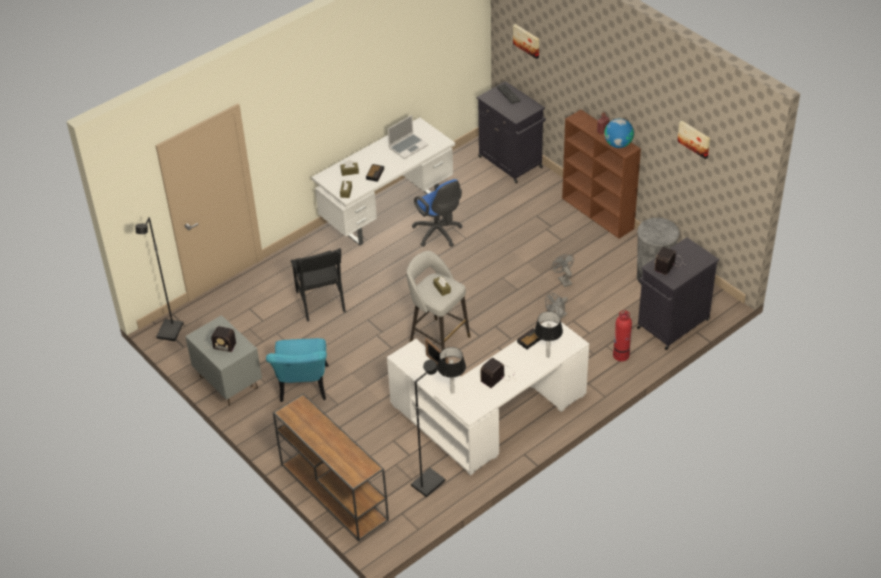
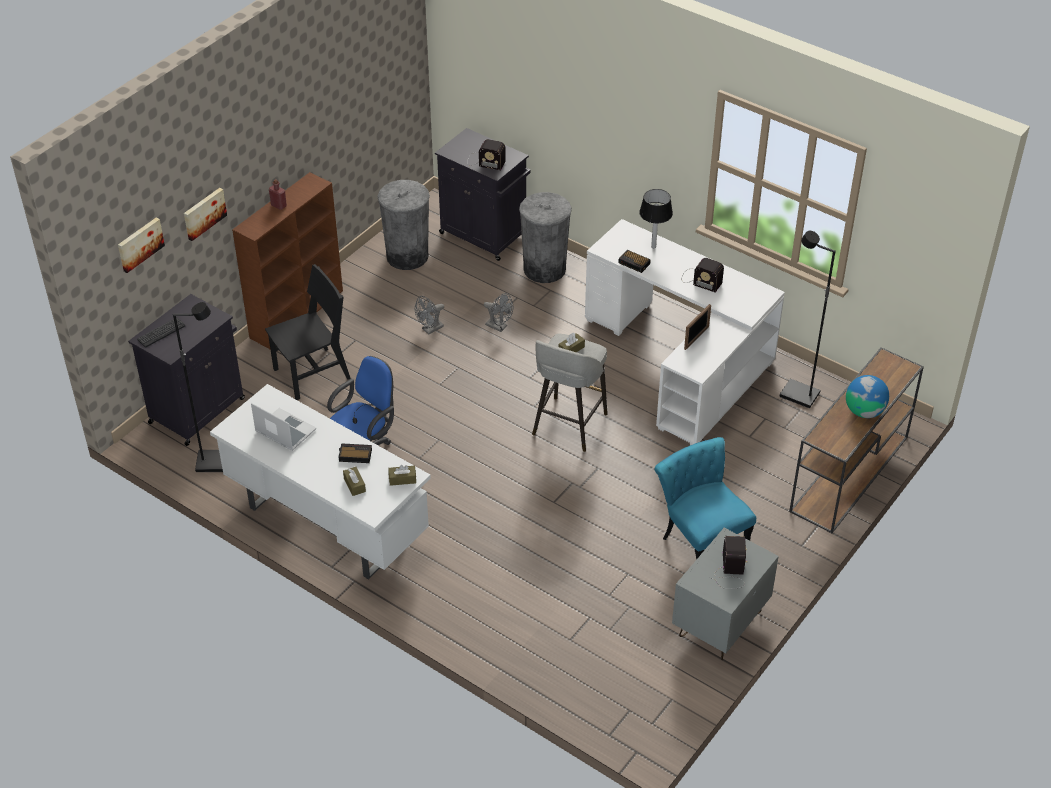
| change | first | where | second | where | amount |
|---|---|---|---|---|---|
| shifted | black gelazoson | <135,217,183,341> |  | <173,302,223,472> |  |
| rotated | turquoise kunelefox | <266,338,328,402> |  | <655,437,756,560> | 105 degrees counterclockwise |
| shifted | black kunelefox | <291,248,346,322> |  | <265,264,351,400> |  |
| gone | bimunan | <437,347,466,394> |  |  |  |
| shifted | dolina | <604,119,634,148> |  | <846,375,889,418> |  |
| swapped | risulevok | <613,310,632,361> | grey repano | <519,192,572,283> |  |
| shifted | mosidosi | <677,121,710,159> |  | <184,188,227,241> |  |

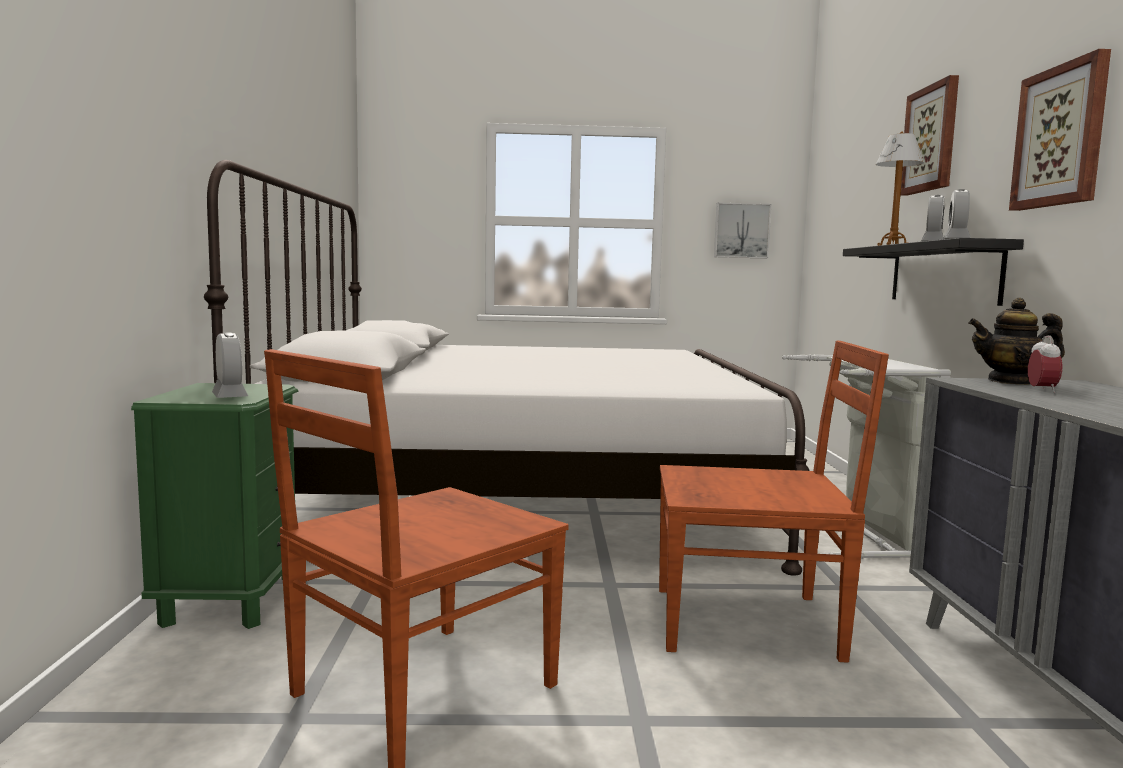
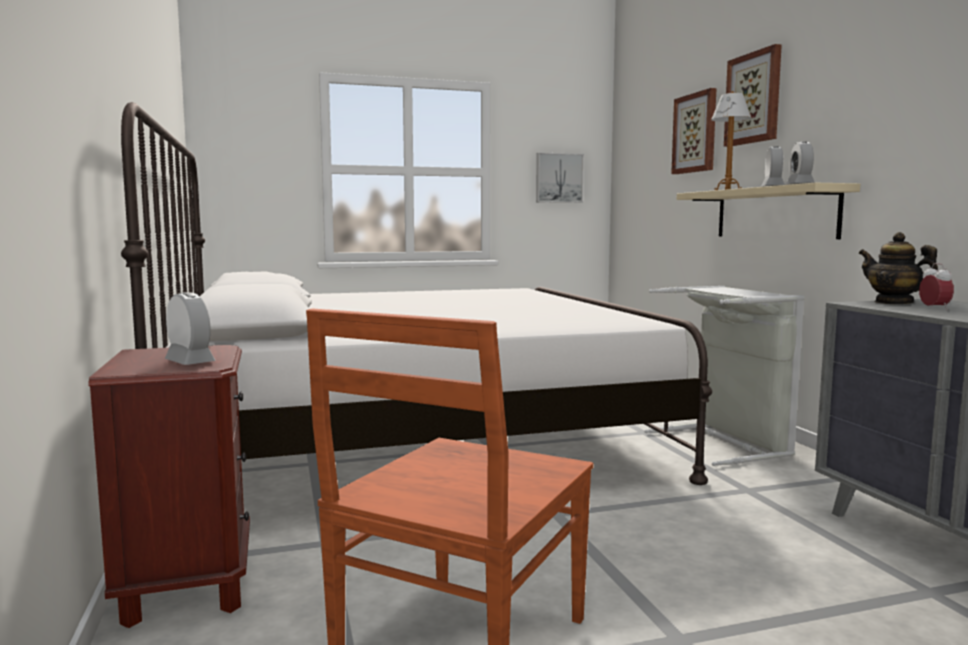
| change | first | where | second | where | amount |
|---|---|---|---|---|---|
| repainted | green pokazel | <131,383,298,629> | brown pokazel | <88,345,250,628> |  |
| gone | brown kunelefox | <659,341,889,663> |  |  |  |
| repainted | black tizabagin | <843,238,1024,306> | beige tizabagin | <677,183,860,239> |  |
| rotated | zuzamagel | <968,298,1065,385> |  | <858,232,938,304> | 60 degrees clockwise |
| shifted | mosidosi | <1009,49,1111,211> |  | <671,88,716,174> |  |

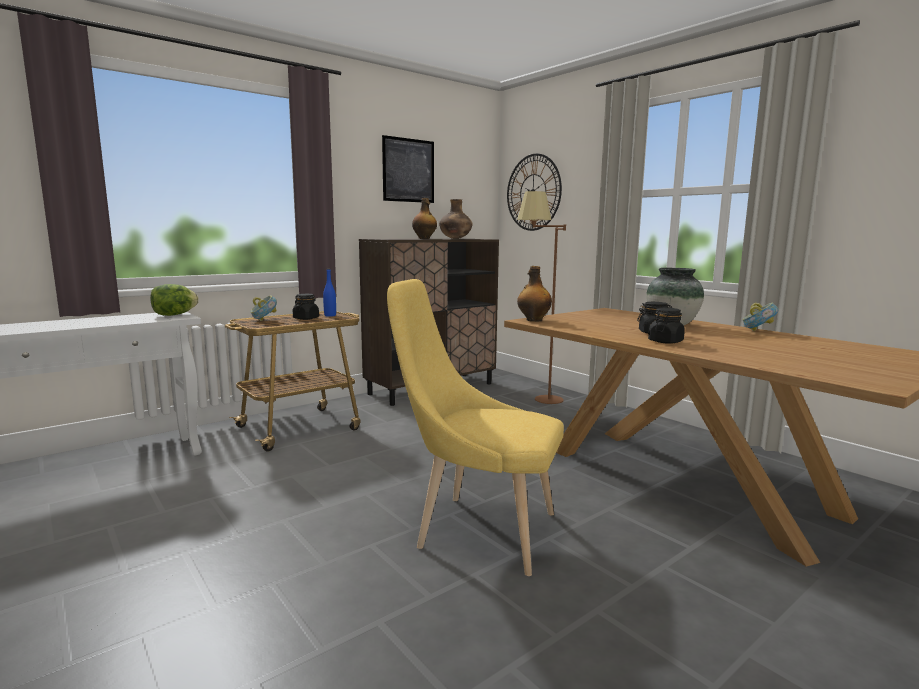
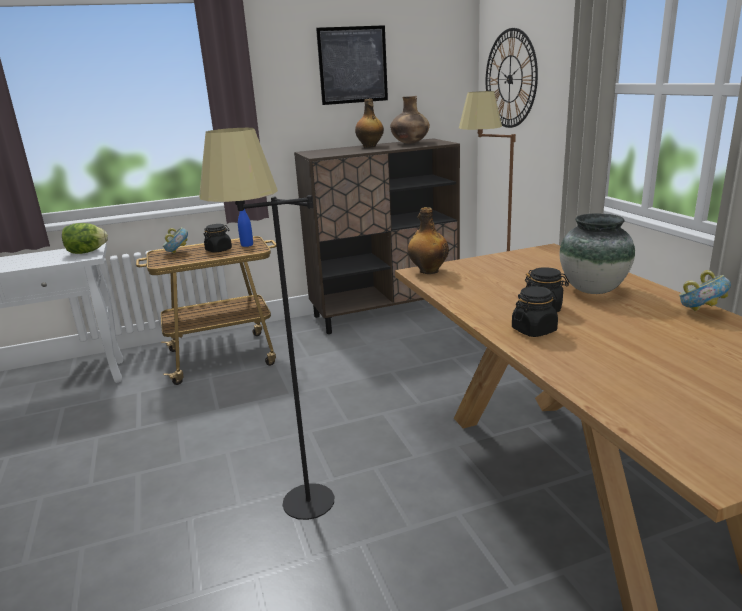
| change | first | where | second | where | amount |
|---|---|---|---|---|---|
| swapped | yellow kunelefox | <387,279,564,576> | black gelazoson | <199,128,334,520> |  |

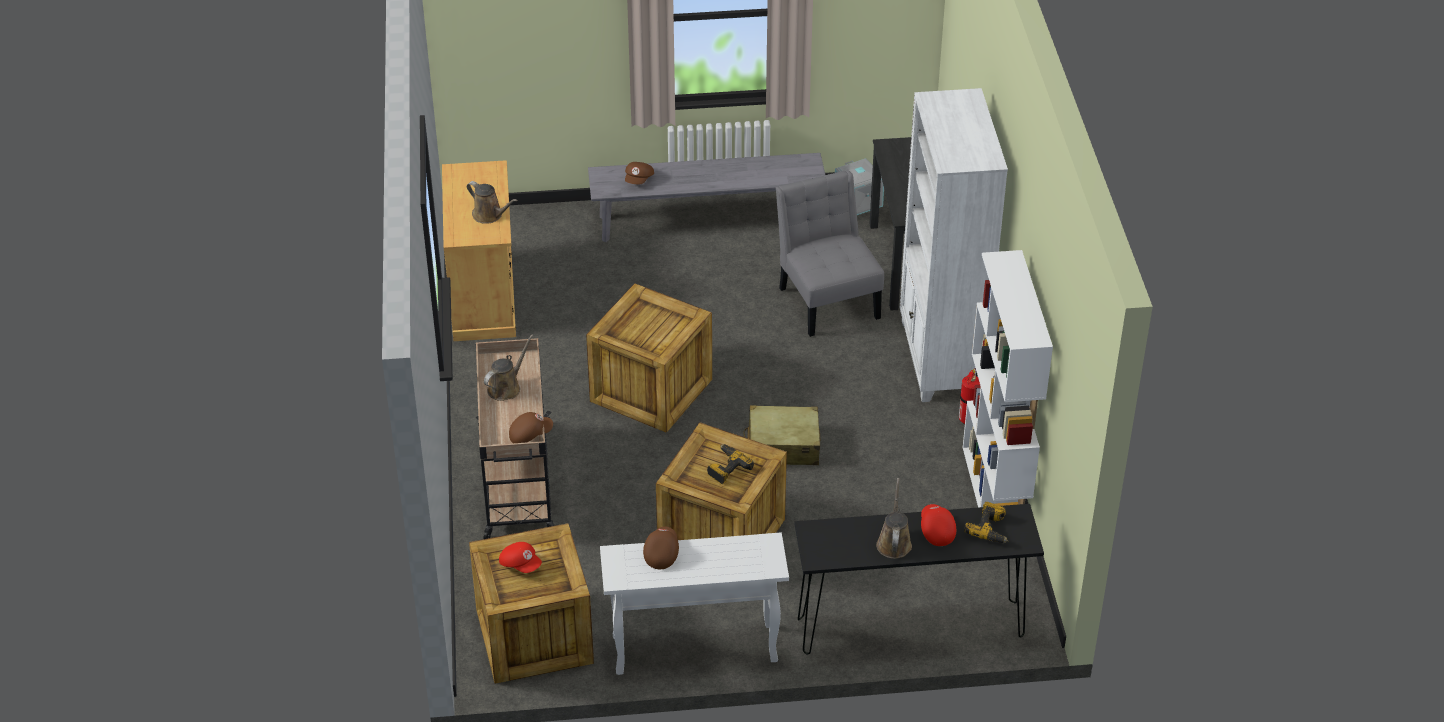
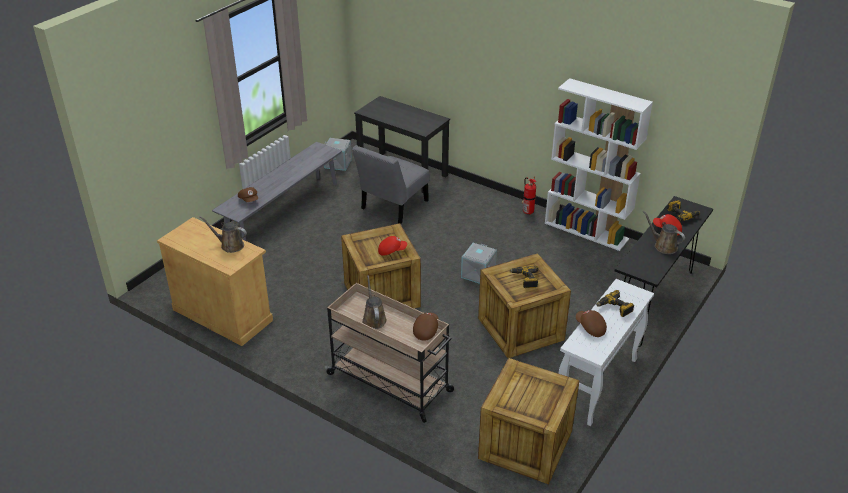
| change | first | where | second | where | amount |
|---|---|---|---|---|---|
| rotated | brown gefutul | <467,181,518,224> |  | <200,216,247,253> | 150 degrees counterclockwise |
| shifted | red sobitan | <499,542,542,573> |  | <378,236,407,256> |  |
| swapped | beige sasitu | <744,405,821,465> | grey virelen | <461,243,497,284> |  |
| rotated | grey kunelefox | <776,170,884,337> |  | <352,145,429,224> | 75 degrees counterclockwise |
| gone | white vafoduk | <900,88,1008,402> |  |  |  |
| new |  |  | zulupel | <596,290,634,317> |  |

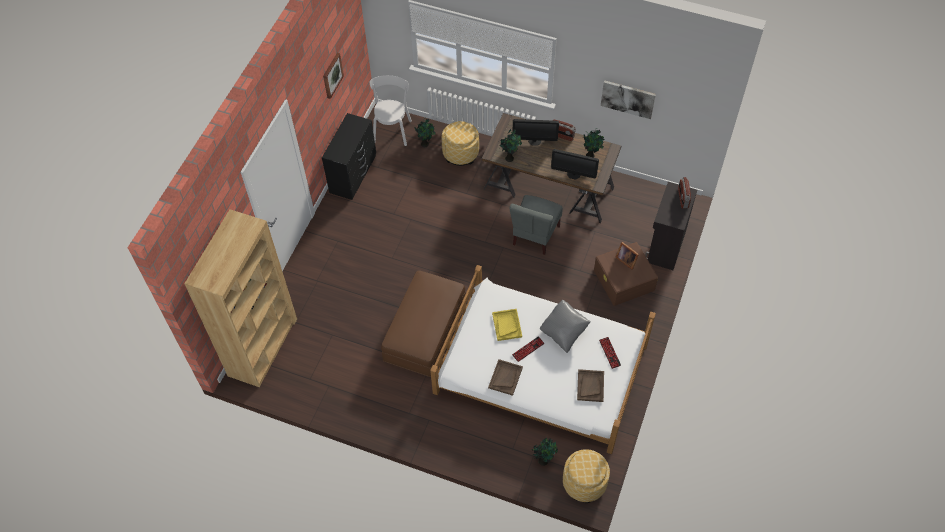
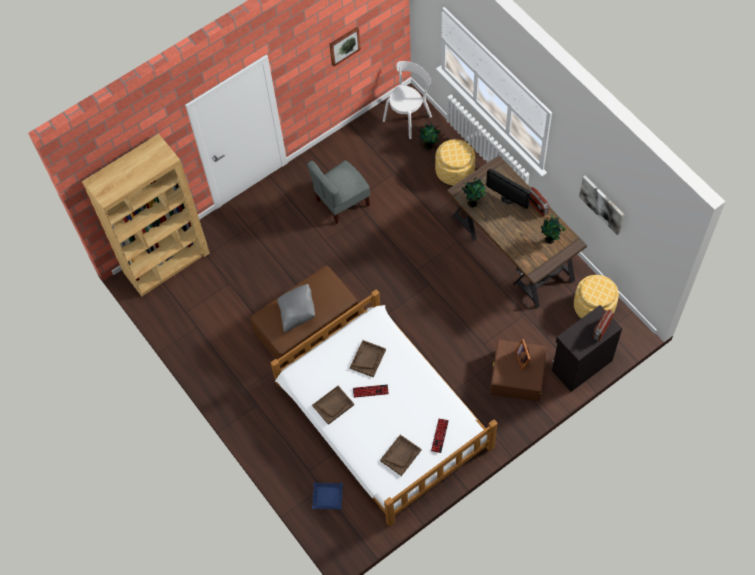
| change | first | where | second | where | amount |
|---|---|---|---|---|---|
| gone | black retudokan | <322,113,376,200> |  |  |  |
| repainted | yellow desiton | <492,309,522,341> | brown desiton | <350,340,386,377> |  |
| shifted | grey kunelefox | <510,195,563,255> |  | <307,160,370,224> |  |
| swapped | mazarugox | <532,438,558,466> | blue desiton | <312,482,343,509> |  |
| shifted | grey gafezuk | <540,300,591,353> |  | <278,284,315,333> |  |
| gone | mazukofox | <551,149,599,180> |  |  |  |
| shifted | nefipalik | <563,449,610,503> |  | <574,275,619,319> |  |

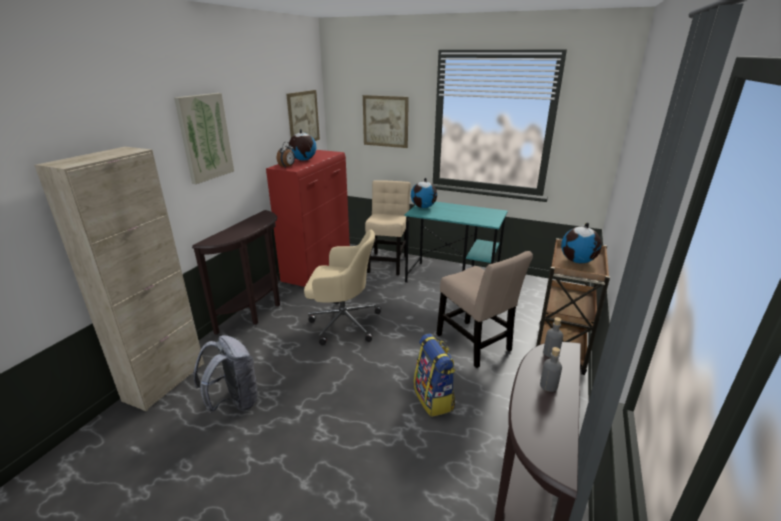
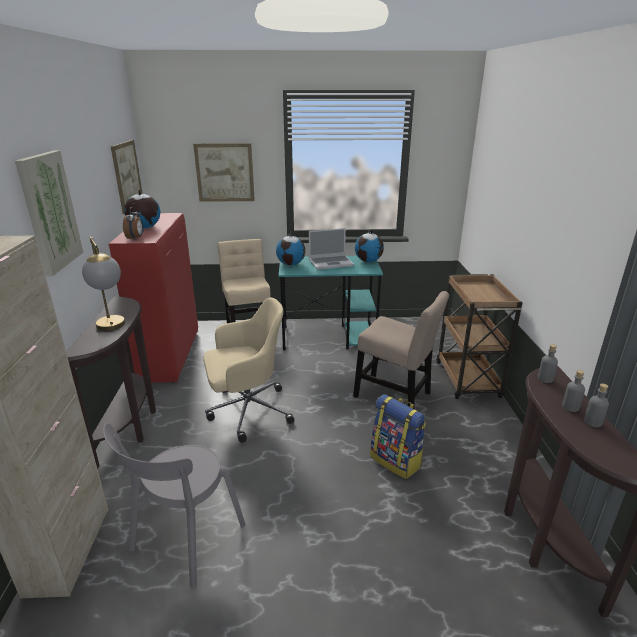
| change | first | where | second | where | amount |
|---|---|---|---|---|---|
| swapped | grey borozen | <193,335,258,413> | grey kunelefox | <103,423,245,588> |  |
| shifted | dolina | <561,223,602,264> |  | <355,229,384,262> |  |
| new |  |  | bimunan | <82,237,125,331> |  |
| new |  |  | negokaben | <309,228,354,270> |  |
| new |  |  | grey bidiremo | <584,383,609,427> |  |

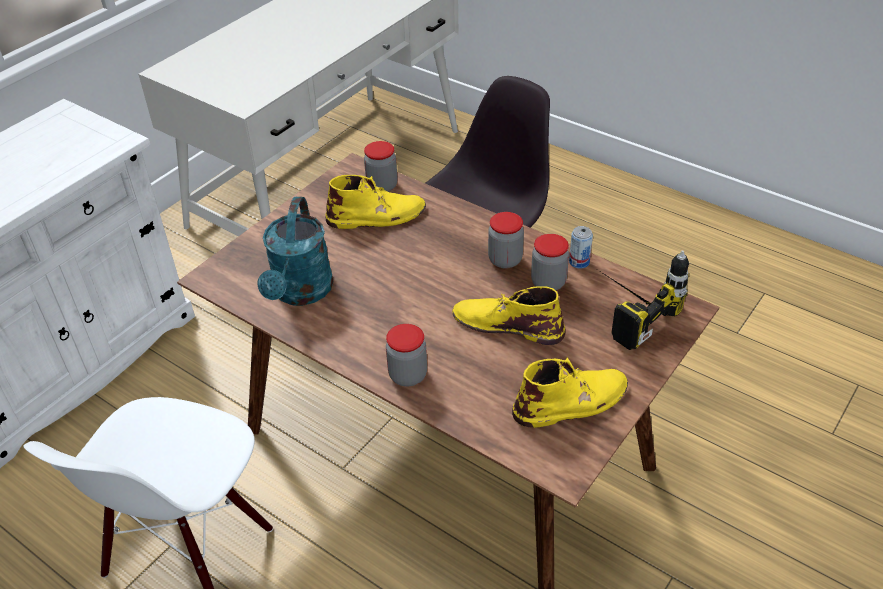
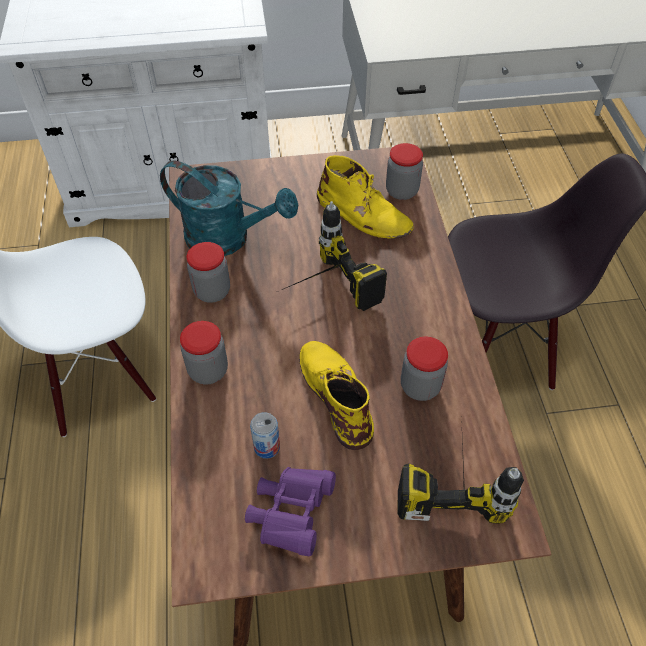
| change | first | where | second | where | amount |
|---|---|---|---|---|---|
| rotated | turquoise gefutul | <257,197,333,306> |  | <160,160,298,256> | 120 degrees counterclockwise |
| shifted | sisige | <488,212,524,268> |  | <187,242,230,303> |  |
| swapped | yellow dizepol | <512,357,628,428> | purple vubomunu | <245,467,336,556> |  |
| shifted | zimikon | <569,226,593,268> |  | <250,412,280,459> |  |
| new |  |  | zulupel | <277,201,387,311> |  |

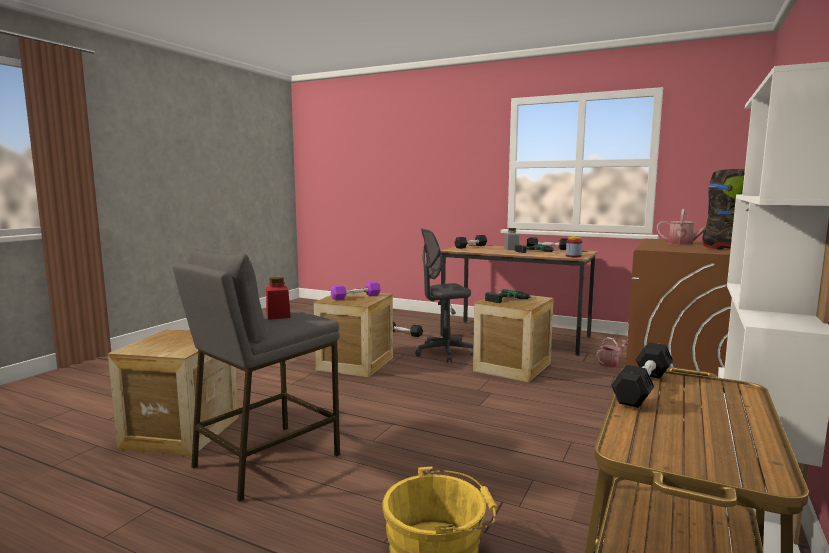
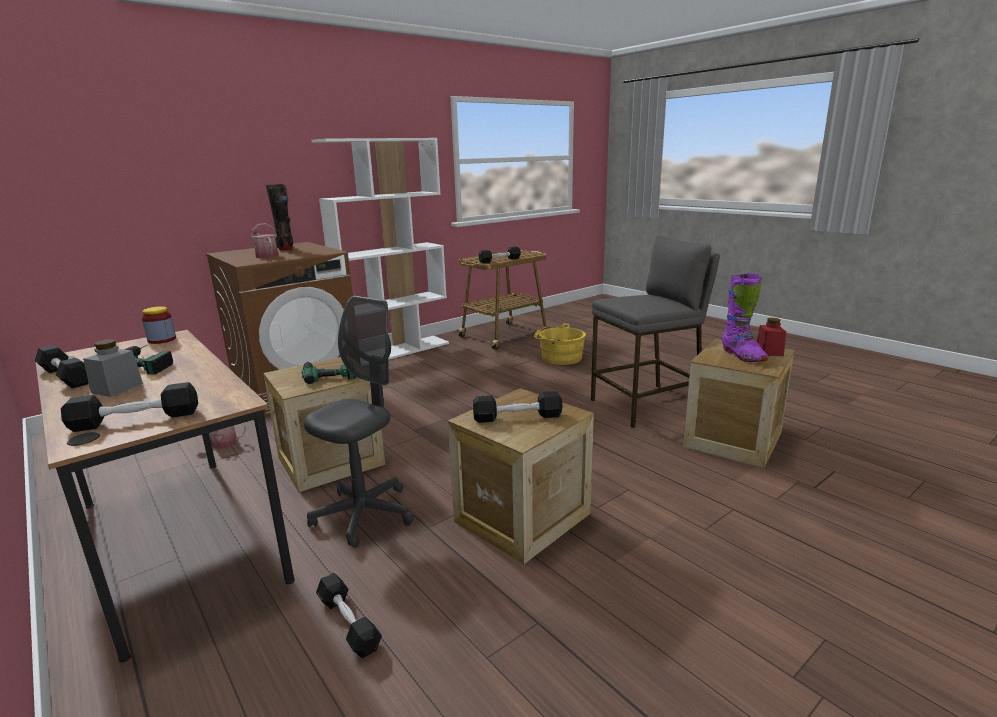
| change | first | where | second | where | amount |
|---|---|---|---|---|---|
| shifted | red sisige | <266,277,291,320> |  | <757,318,786,356> |  |
| repainted | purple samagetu | <331,282,381,300> | black samagetu | <473,391,563,423> |  |
| rotated | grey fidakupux | <415,229,473,363> |  | <304,296,414,548> | 60 degrees counterclockwise |
| new |  |  | purple dizepol | <722,273,768,362> |  |

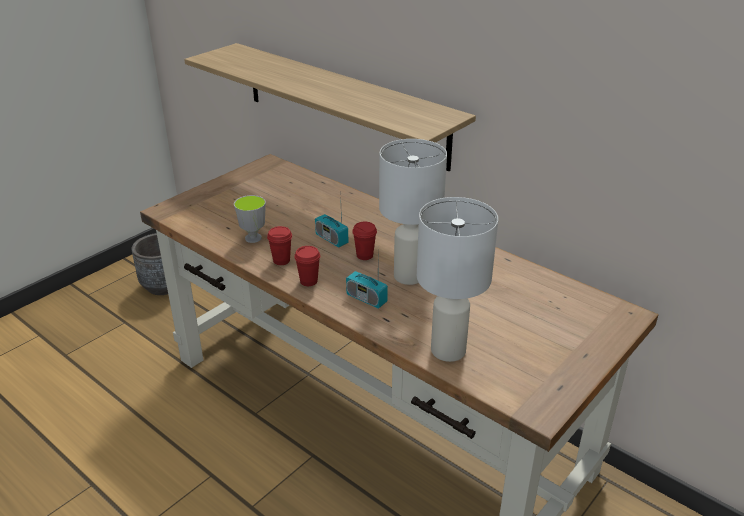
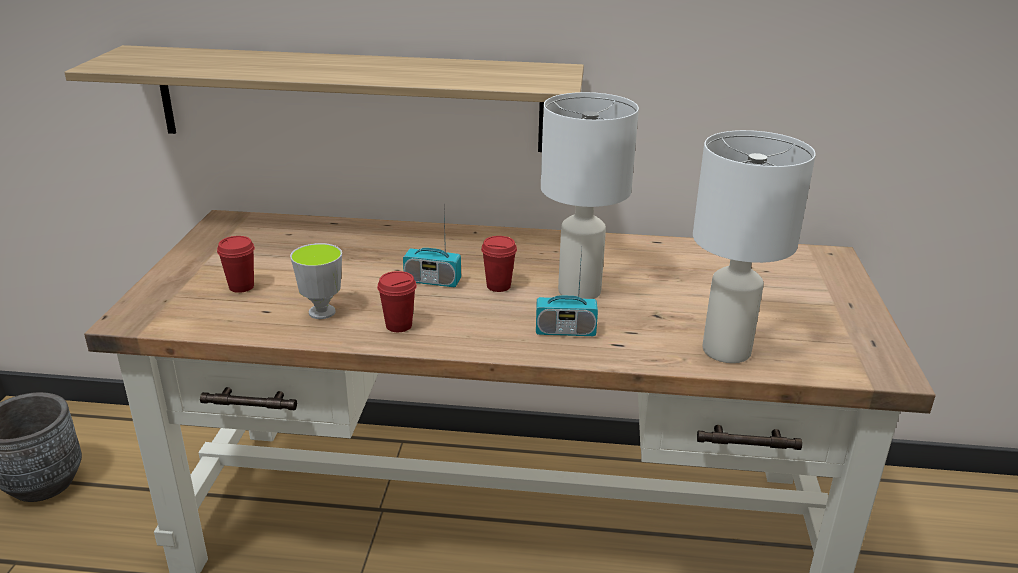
| change | first | where | second | where | amount |
|---|---|---|---|---|---|
| shifted | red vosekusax | <294,246,320,286> |  | <217,236,255,293> |  |

